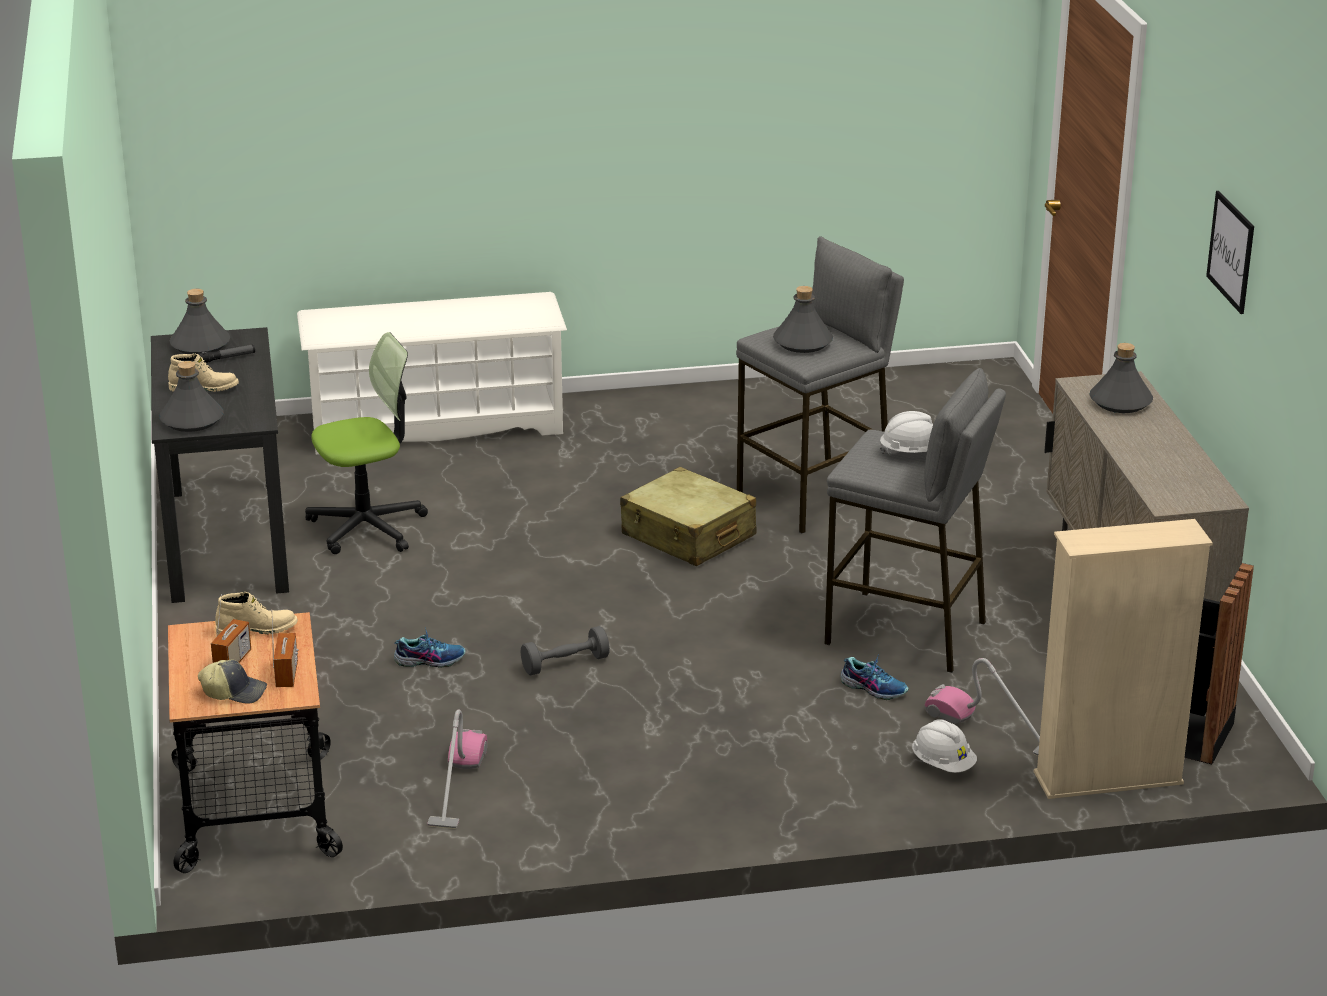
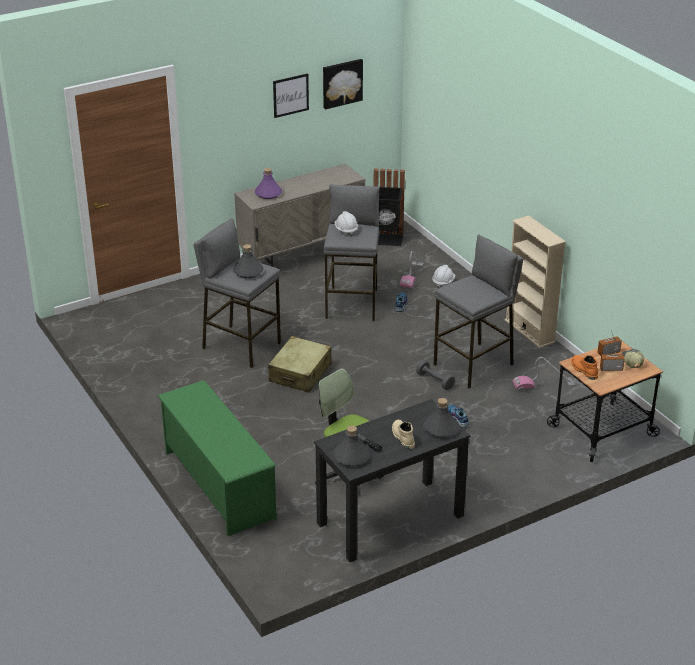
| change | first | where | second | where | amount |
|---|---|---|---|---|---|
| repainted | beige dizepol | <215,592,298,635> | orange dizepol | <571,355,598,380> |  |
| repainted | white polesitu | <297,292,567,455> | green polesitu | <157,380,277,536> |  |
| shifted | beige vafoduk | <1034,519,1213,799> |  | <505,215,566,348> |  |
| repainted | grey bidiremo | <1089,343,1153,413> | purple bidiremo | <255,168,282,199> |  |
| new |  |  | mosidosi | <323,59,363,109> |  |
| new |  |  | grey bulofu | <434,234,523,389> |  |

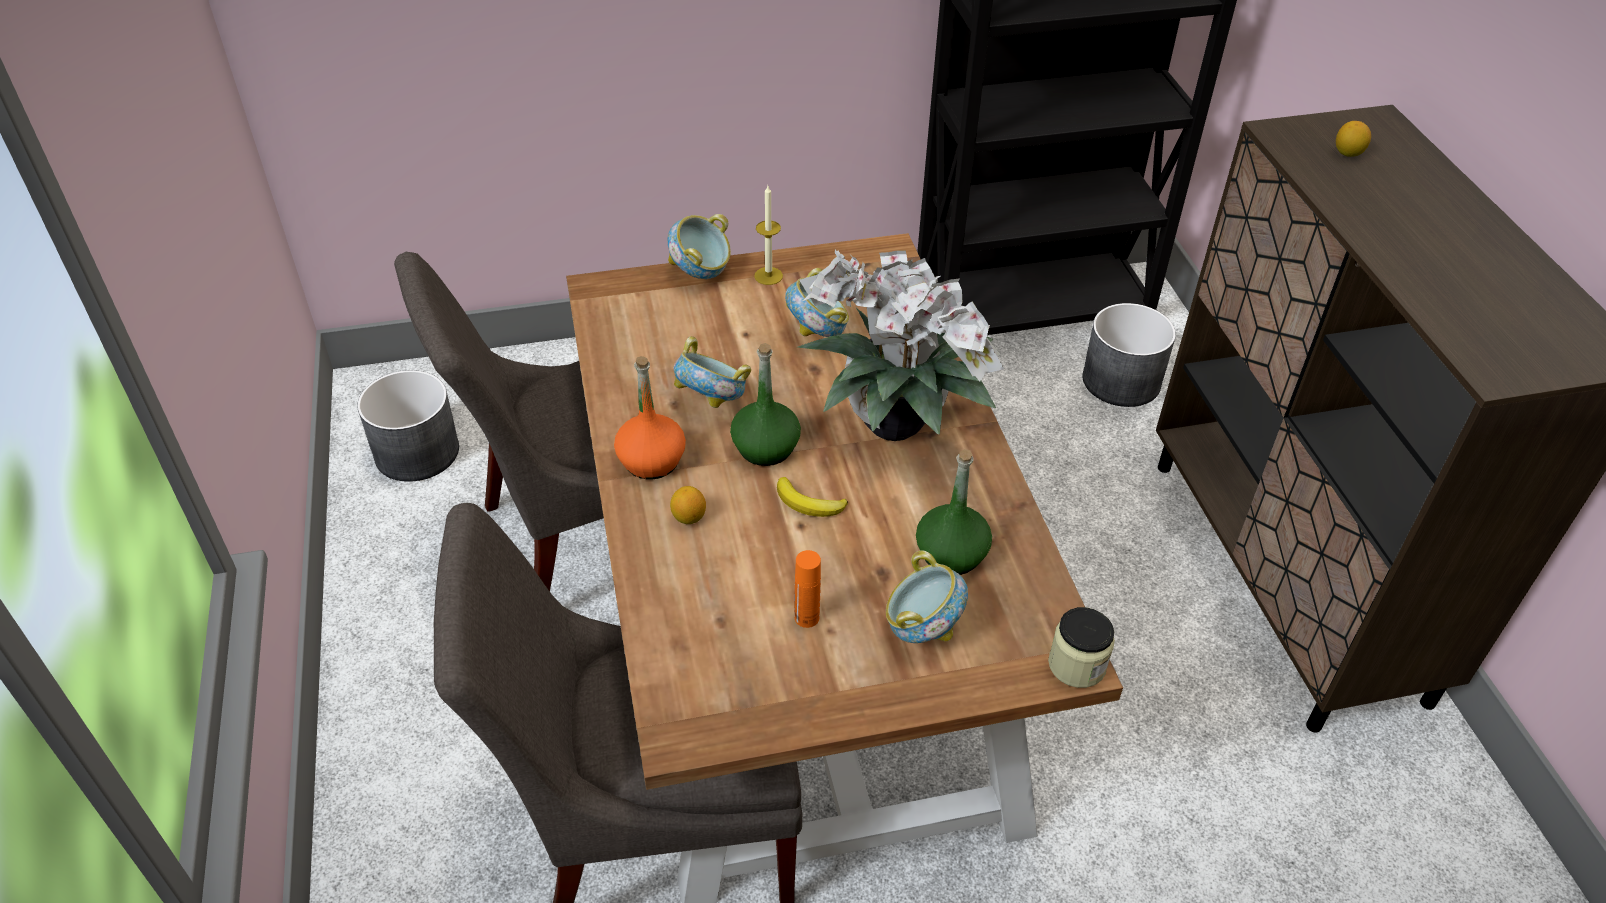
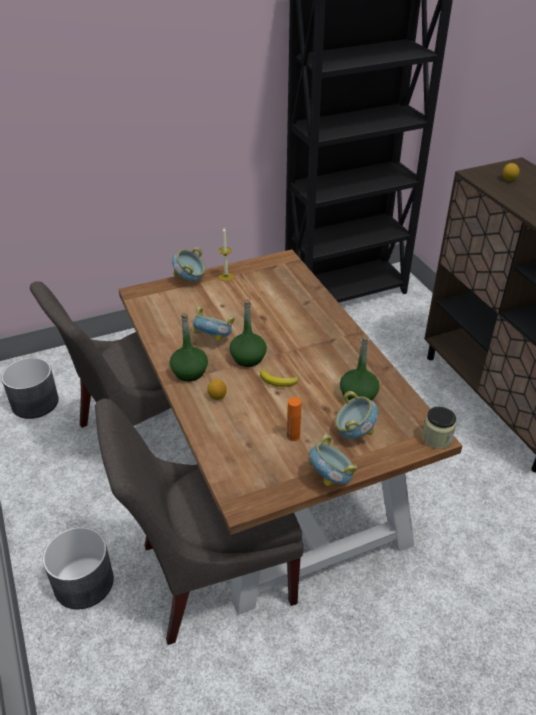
| change | first | where | second | where | amount |
|---|---|---|---|---|---|
| repainted | orange bidiremo | <614,356,686,479> | green bidiremo | <170,313,208,381> |  |
| shifted | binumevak | <785,268,849,337> |  | <308,434,357,486> |  |
| gone | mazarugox | <797,249,1004,441> |  |  |  |
| shifted | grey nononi | <1082,303,1176,407> |  | <43,527,114,609> |  |

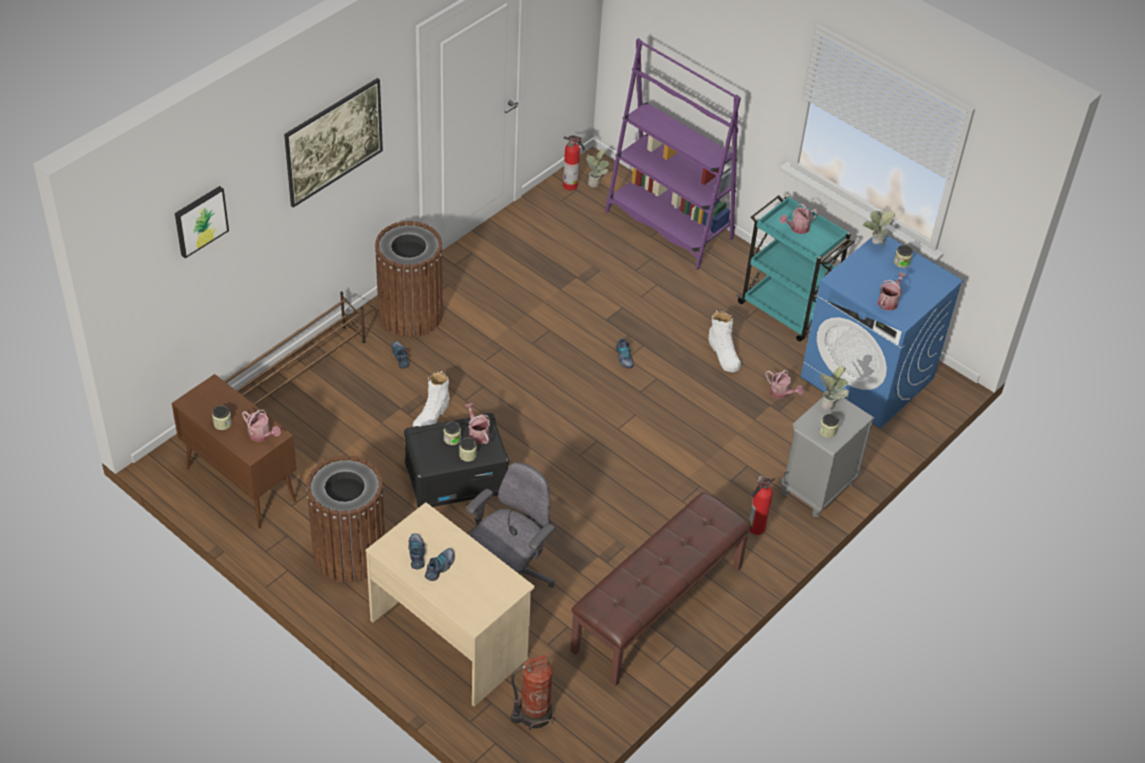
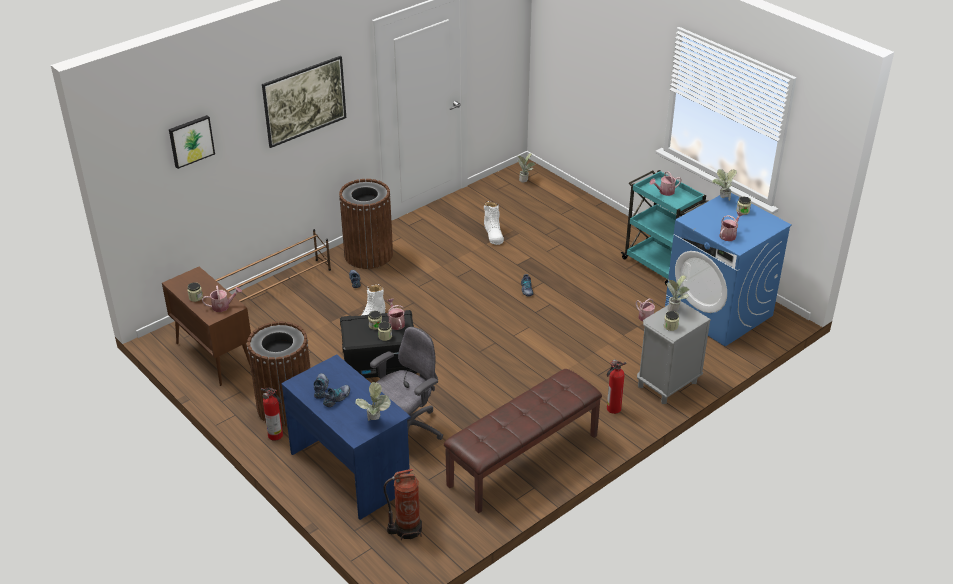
| change | first | where | second | where | amount |
|---|---|---|---|---|---|
| rotated | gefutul | <242,409,281,442> |  | <202,285,242,312> | 60 degrees counterclockwise |
| repainted | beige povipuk | <366,502,535,707> | blue povipuk | <281,354,411,520> |  |
| shifted | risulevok | <563,135,585,191> |  | <261,388,283,441> |  |
| gone | purple vafoduk | <605,38,741,270> |  |  |  |
| shifted | white dizepol | <708,311,741,372> |  | <484,201,504,245> |  |
| new |  |  | mazarugox | <355,382,391,421> |  |

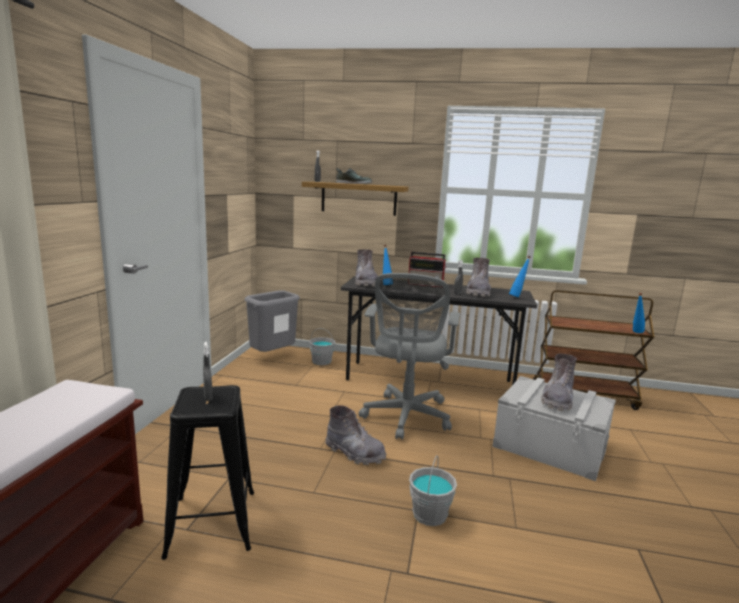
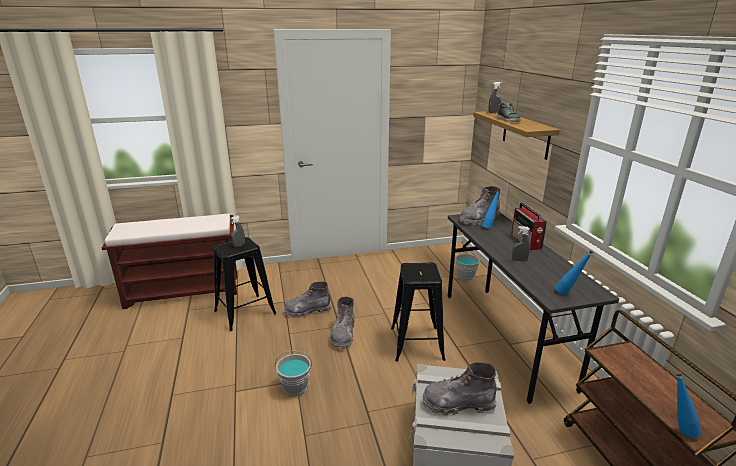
| change | first | where | second | where | amount |
|---|---|---|---|---|---|
| gone | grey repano | <245,290,300,352> |  |  |  |
| swapped | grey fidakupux | <359,273,460,440> | black bulofu | <391,262,446,362> |  |
| shifted | grey dizepol | <466,258,491,297> |  | <284,281,332,318> |  |

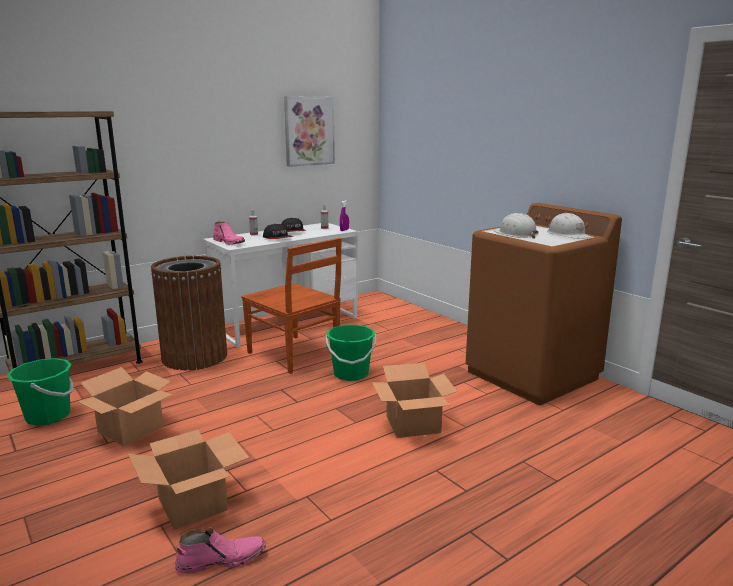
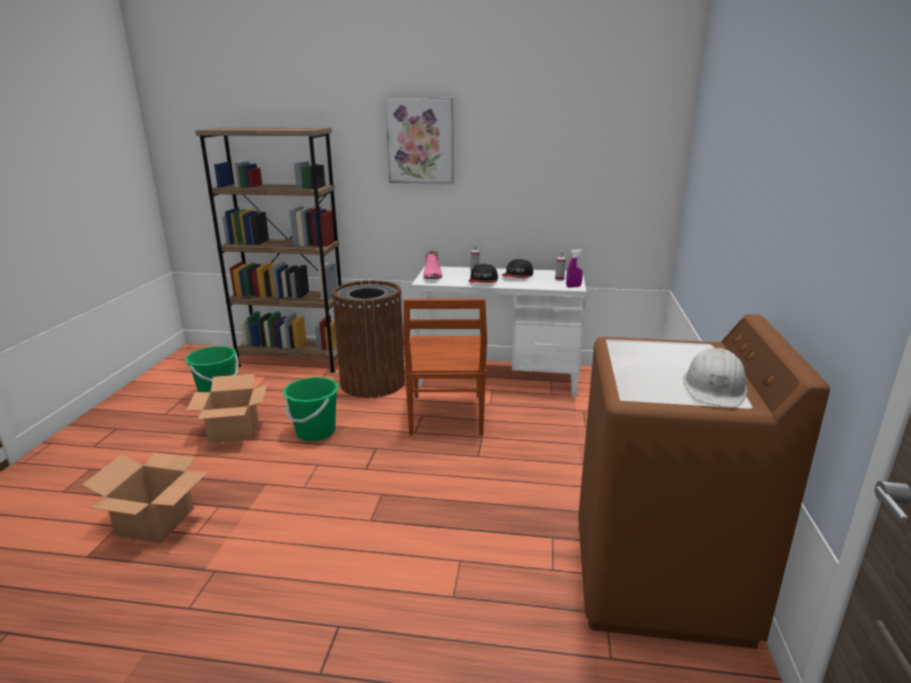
| change | first | where | second | where | amount |
|---|---|---|---|---|---|
| gone | pink dizepol | <175,527,266,574> |  |  |  |
| shifted | mosidosi | <284,96,335,167> |  | <385,98,454,184> |  |
| shifted | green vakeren | <326,325,376,381> |  | <283,377,339,442> |  |
| gone | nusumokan | <372,362,457,438> |  |  |  |
| gone | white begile | <493,213,539,239> |  |  |  |

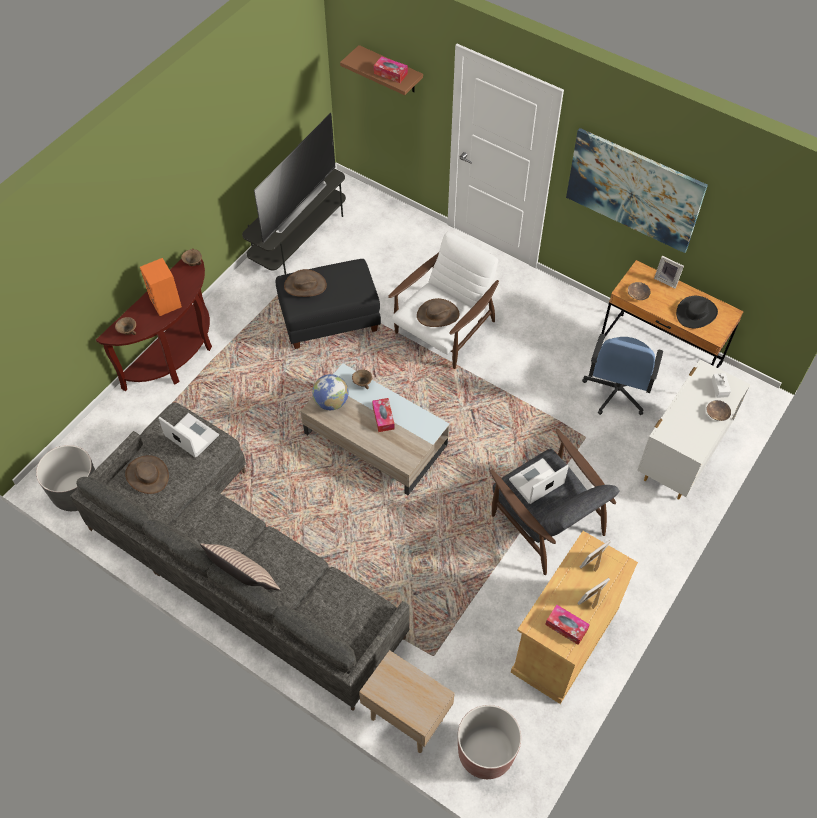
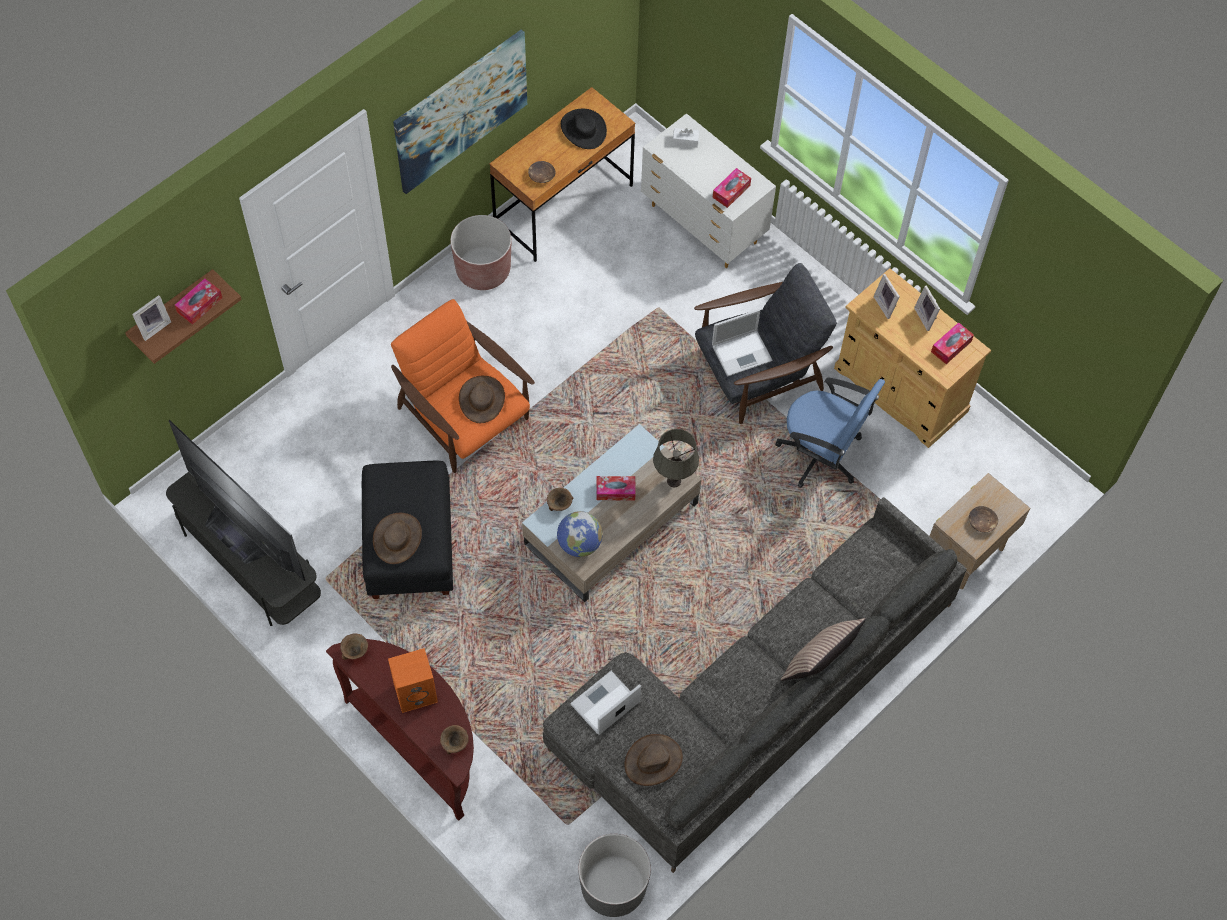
| change | first | where | second | where | amount |
|---|---|---|---|---|---|
| repainted | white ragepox | <388,232,499,369> | orange ragepox | <391,299,535,473> |  |
| shifted | brown nononi | <458,705,521,779> |  | <450,215,511,290> |  |
| rotated | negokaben | <509,458,569,504> |  | <712,309,773,376> | 90 degrees counterclockwise |
| shifted | blue fidakupux | <582,334,663,415> |  | <775,377,885,488> |  |
| shifted | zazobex | <654,256,684,288> |  | <132,295,171,341> |  |
| shifted | brown binumevak | <706,400,731,421> |  | <969,506,998,533> |  |
| new |  |  | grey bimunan | <653,429,699,487> |  |
| new |  |  | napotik | <713,168,751,208> |  |

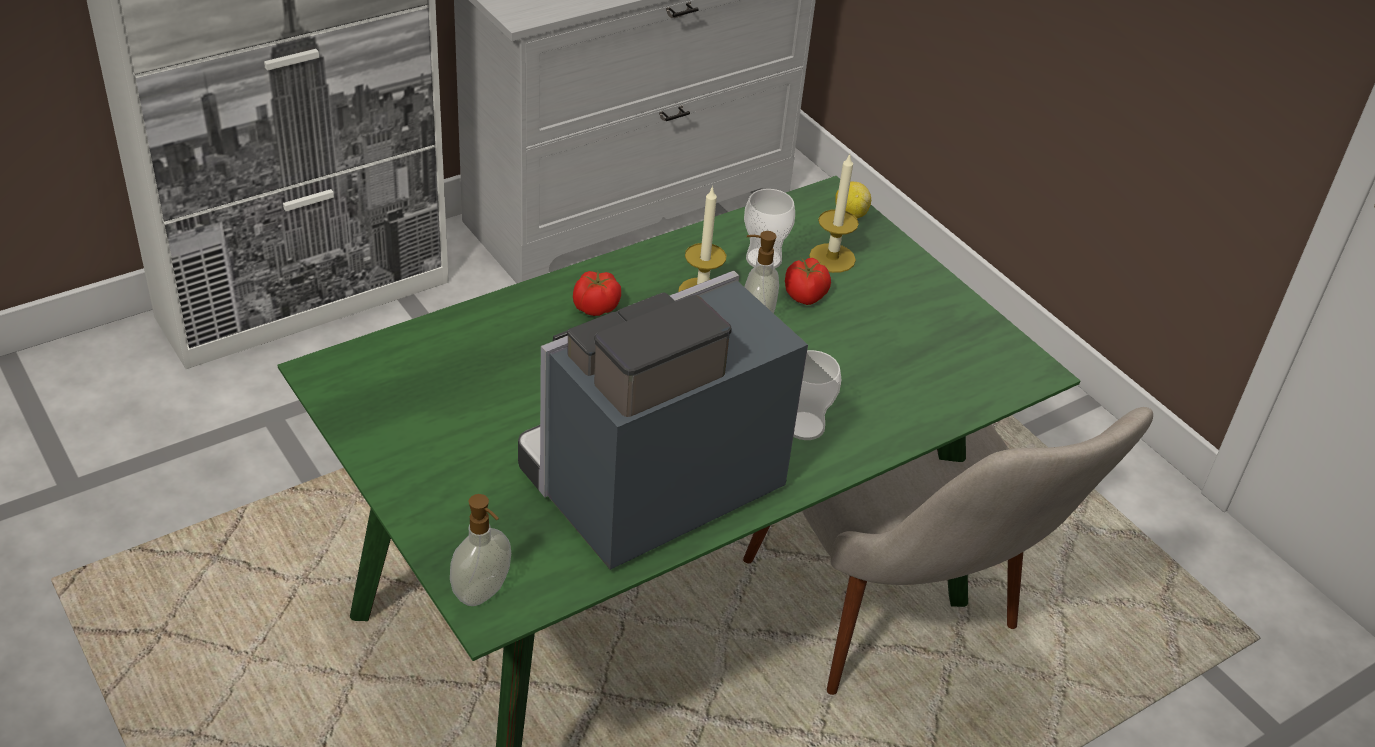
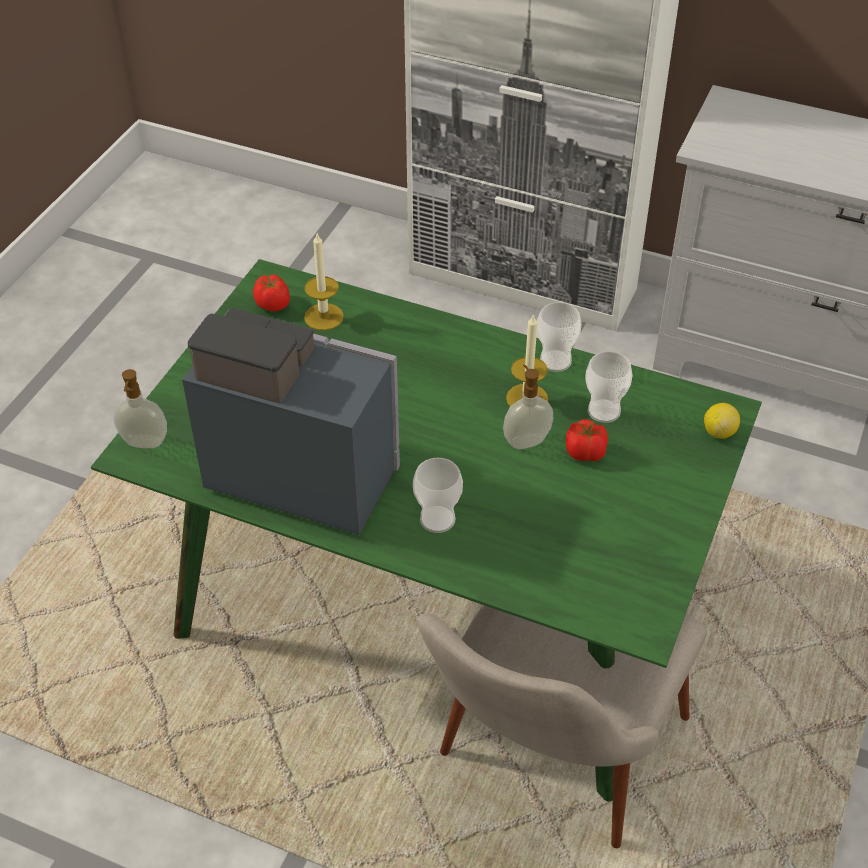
| change | first | where | second | where | amount |
|---|---|---|---|---|---|
| shifted | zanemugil | <573,271,621,316> |  | <253,274,290,312> |  |
| shifted | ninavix | <809,154,859,273> |  | <304,234,344,330> |  |
| new |  |  | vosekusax | <537,302,582,372> |  |

